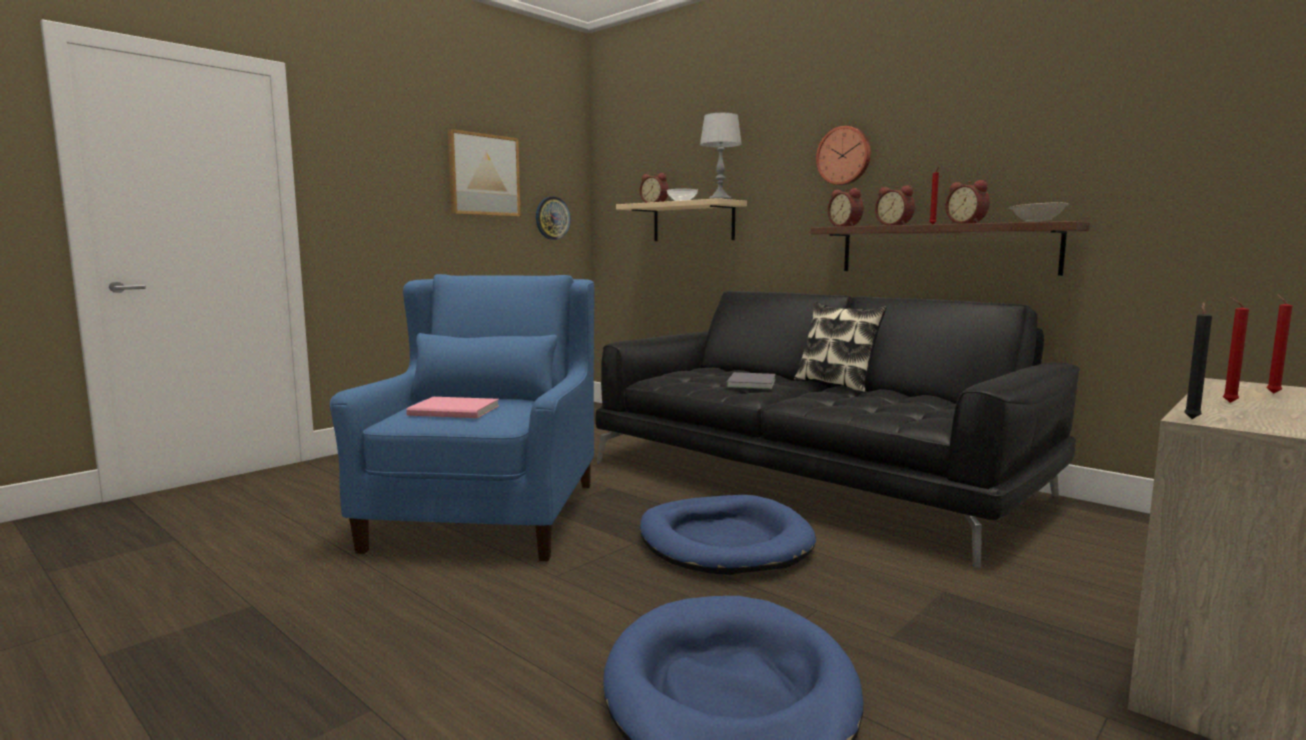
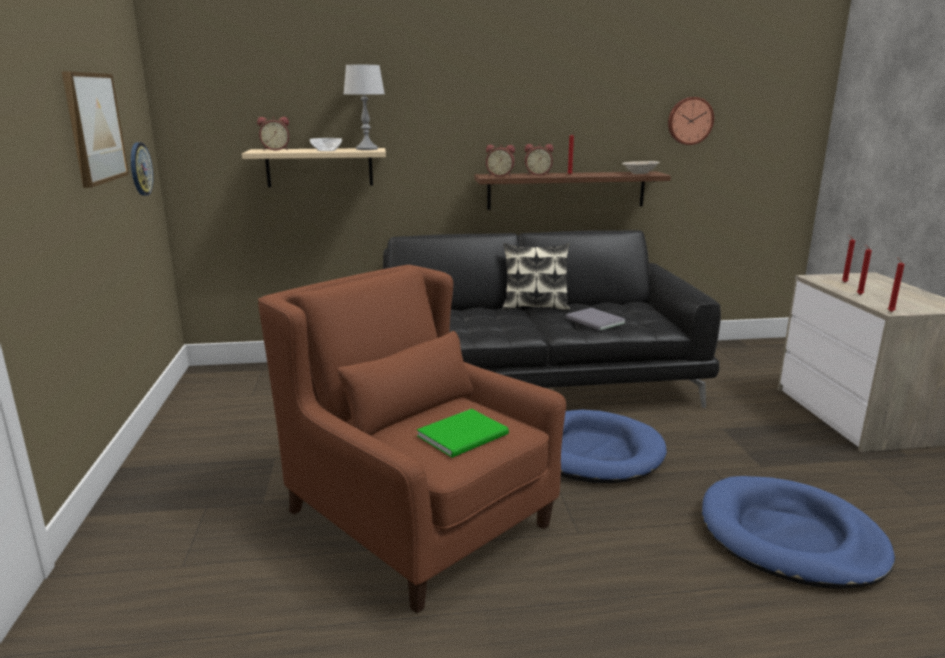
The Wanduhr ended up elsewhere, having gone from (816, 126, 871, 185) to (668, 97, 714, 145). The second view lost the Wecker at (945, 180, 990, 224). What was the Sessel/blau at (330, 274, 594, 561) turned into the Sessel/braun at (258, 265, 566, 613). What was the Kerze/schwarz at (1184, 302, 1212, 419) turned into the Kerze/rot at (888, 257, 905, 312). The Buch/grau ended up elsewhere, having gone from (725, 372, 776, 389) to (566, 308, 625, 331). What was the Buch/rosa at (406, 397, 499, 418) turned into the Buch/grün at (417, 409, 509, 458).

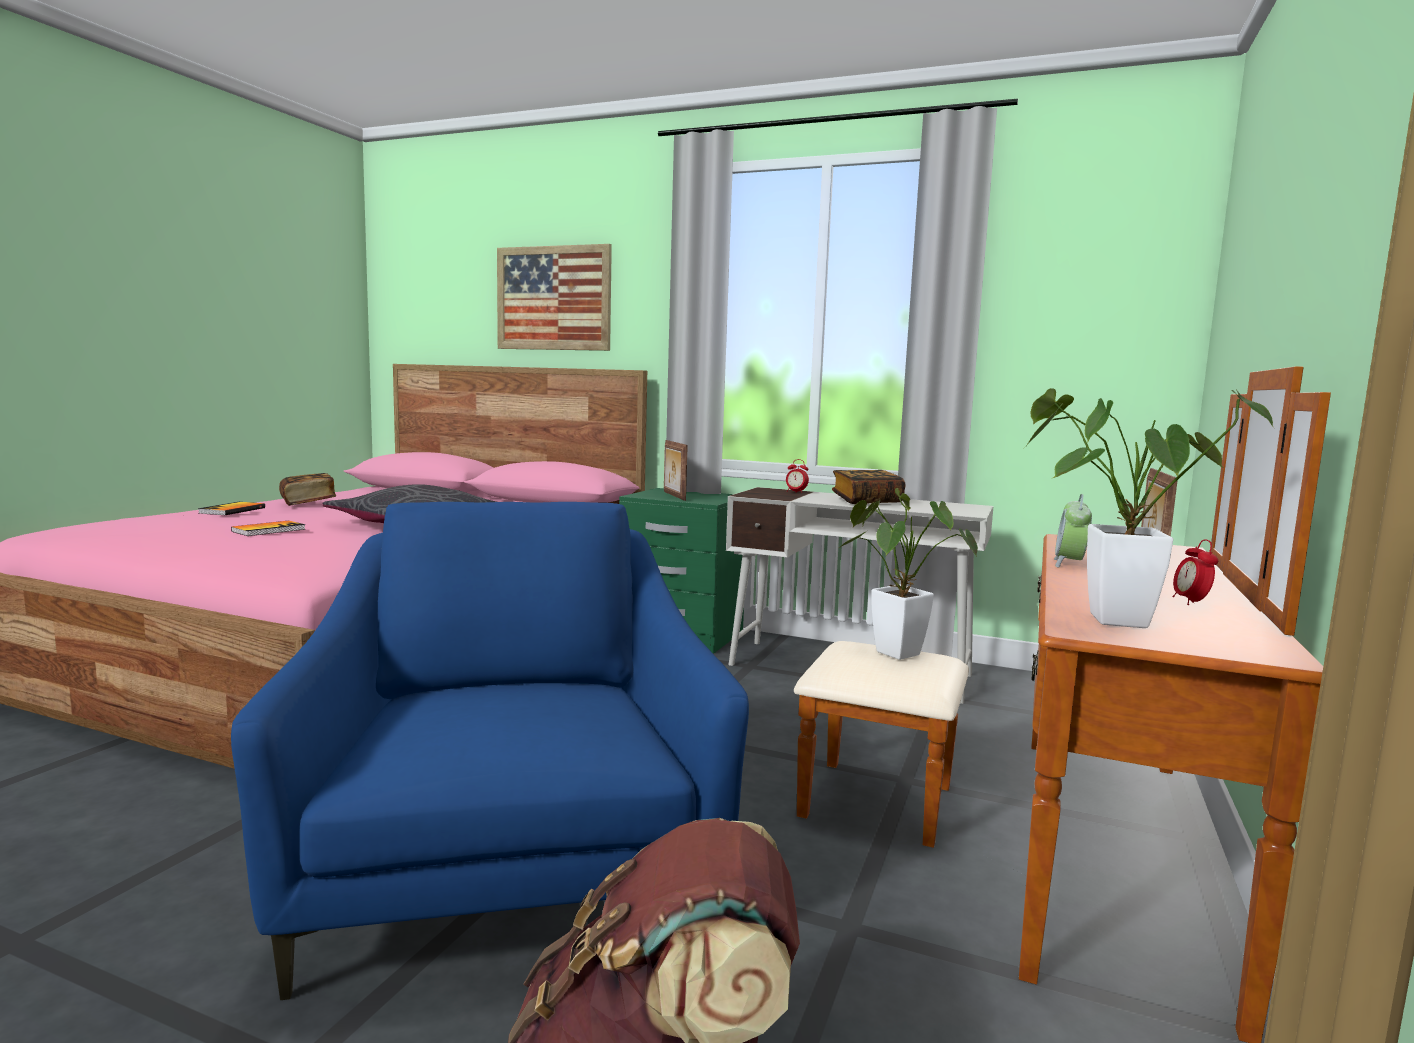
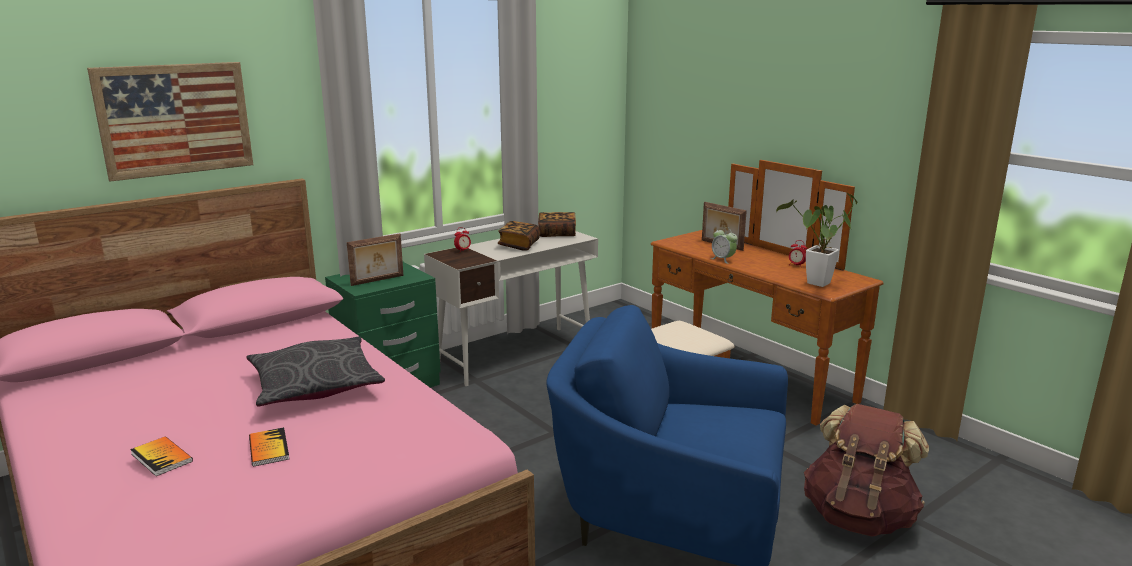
The Bilderrahmen at (664, 440, 688, 501) ended up facing another way, 45 degrees counterclockwise from before. The Buch ended up elsewhere, having gone from (279, 473, 336, 506) to (538, 212, 576, 237). The second view lost the Topfpflanze at (839, 488, 978, 660).

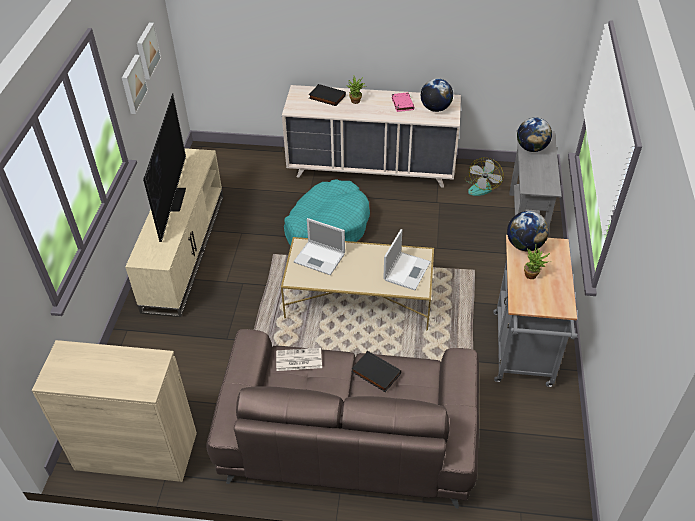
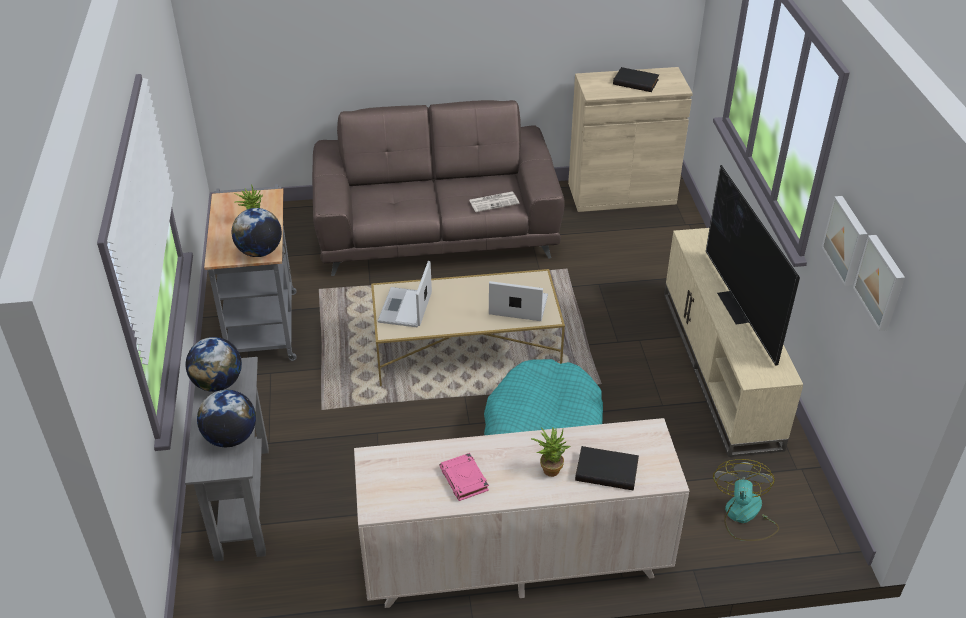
The Globus ended up elsewhere, having gone from (421, 78, 453, 112) to (186, 337, 242, 392). The Ventilator ended up elsewhere, having gone from (465, 158, 504, 196) to (713, 459, 779, 541). The Buch/schwarz ended up elsewhere, having gone from (352, 351, 401, 392) to (613, 67, 659, 92).

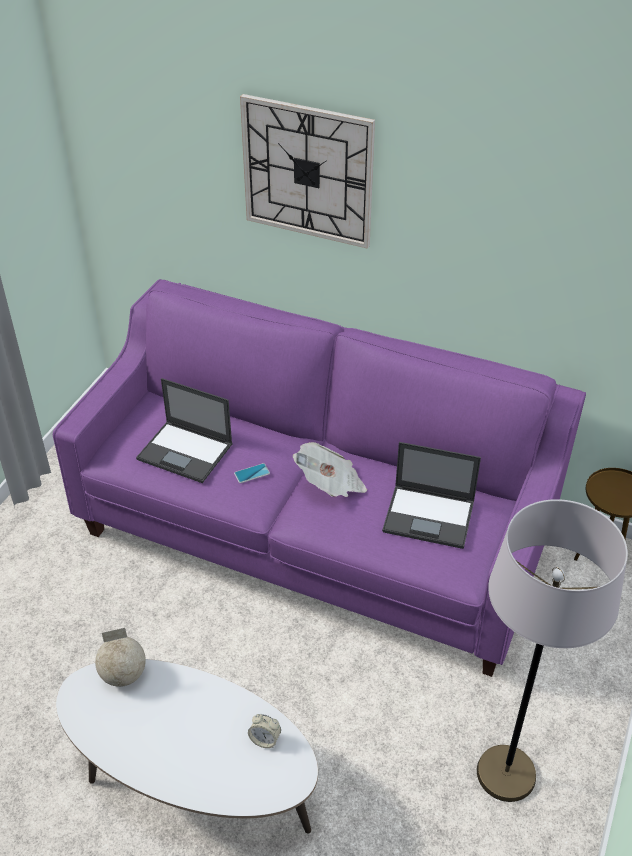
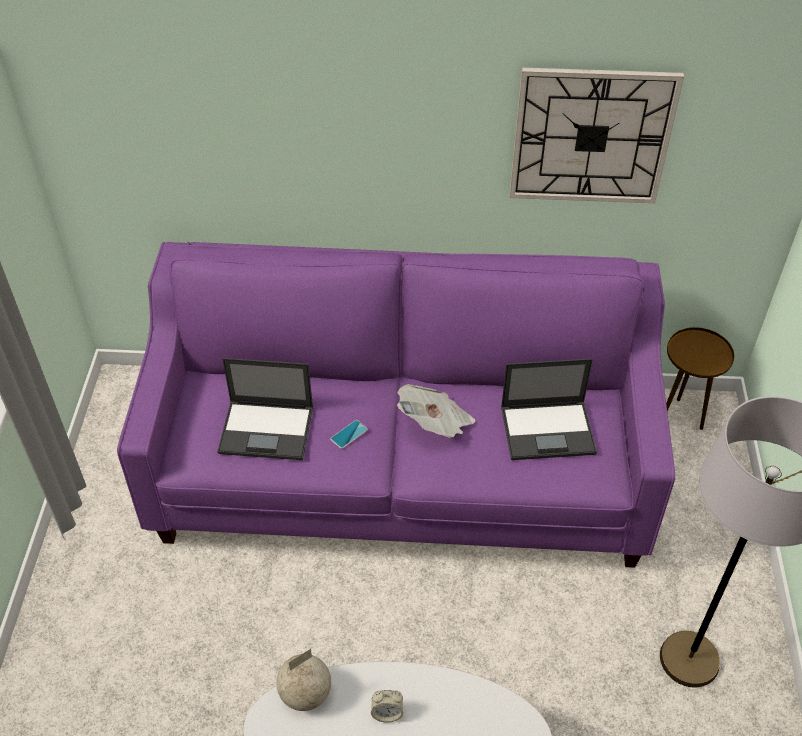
The Wanduhr ended up elsewhere, having gone from (240, 94, 375, 249) to (510, 68, 684, 203). The Wecker ended up elsewhere, having gone from (248, 714, 281, 748) to (371, 690, 403, 723).

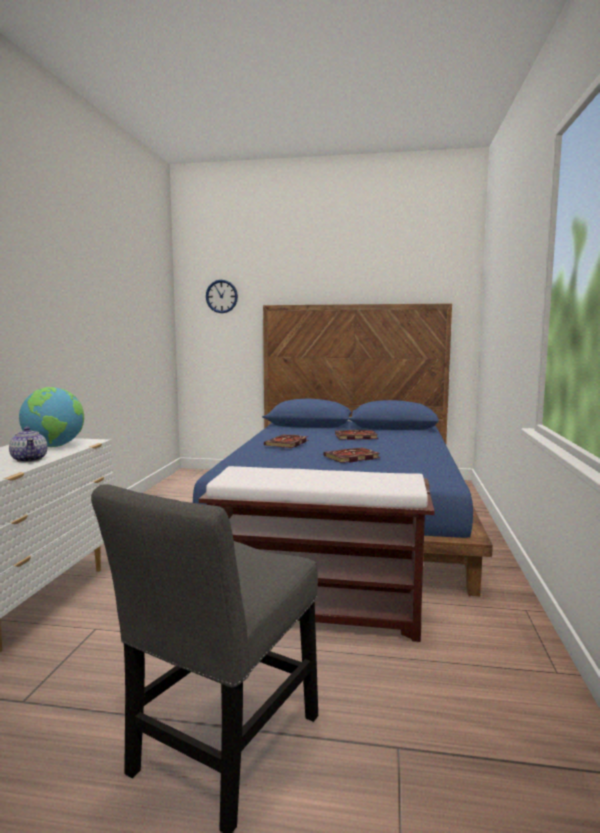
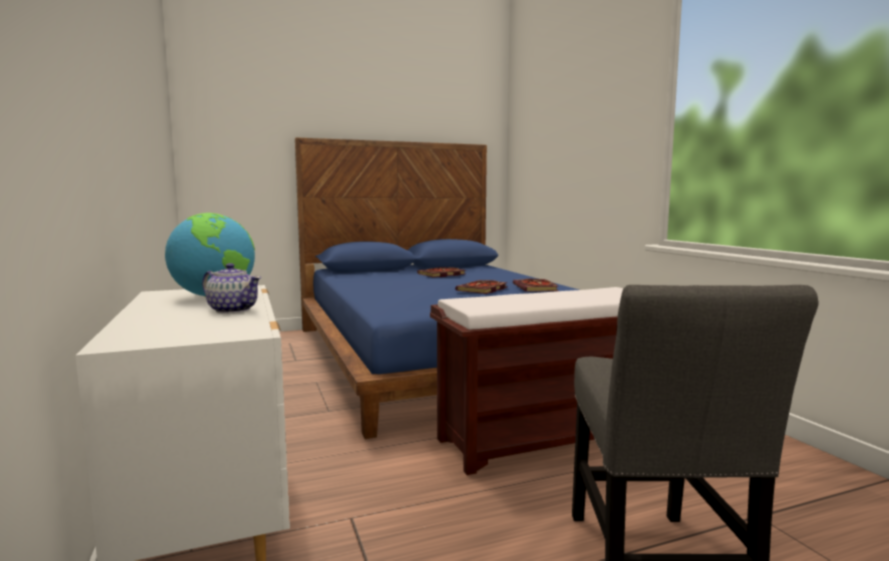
The second view lost the Wanduhr at (206, 280, 238, 313). The Buch ended up elsewhere, having gone from (264, 434, 308, 448) to (513, 279, 559, 292).

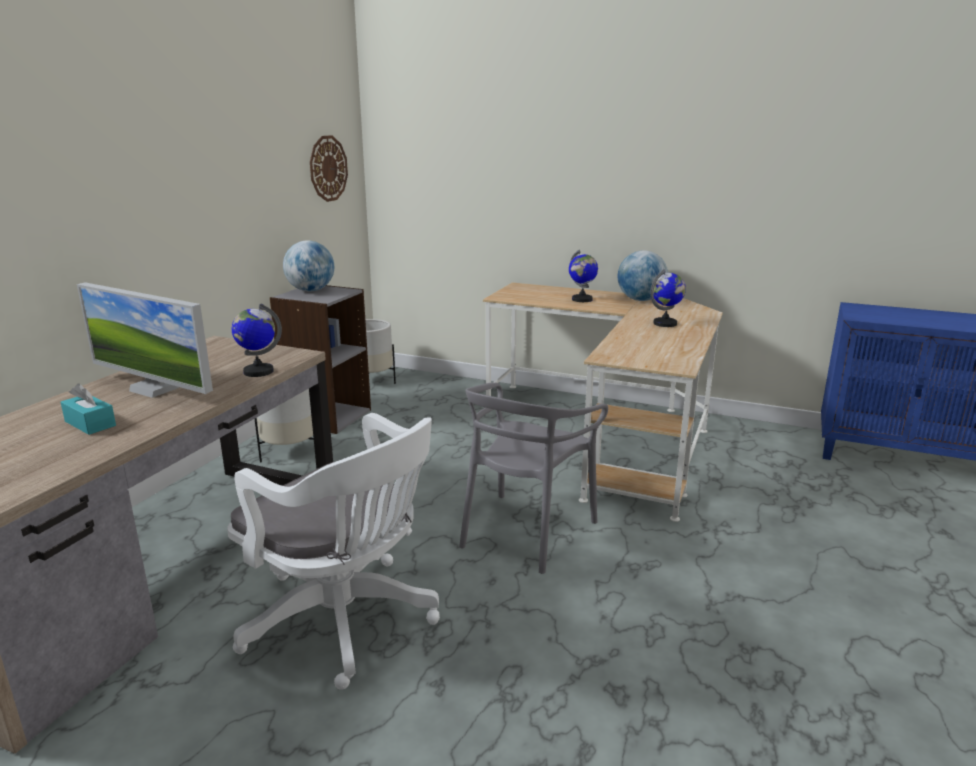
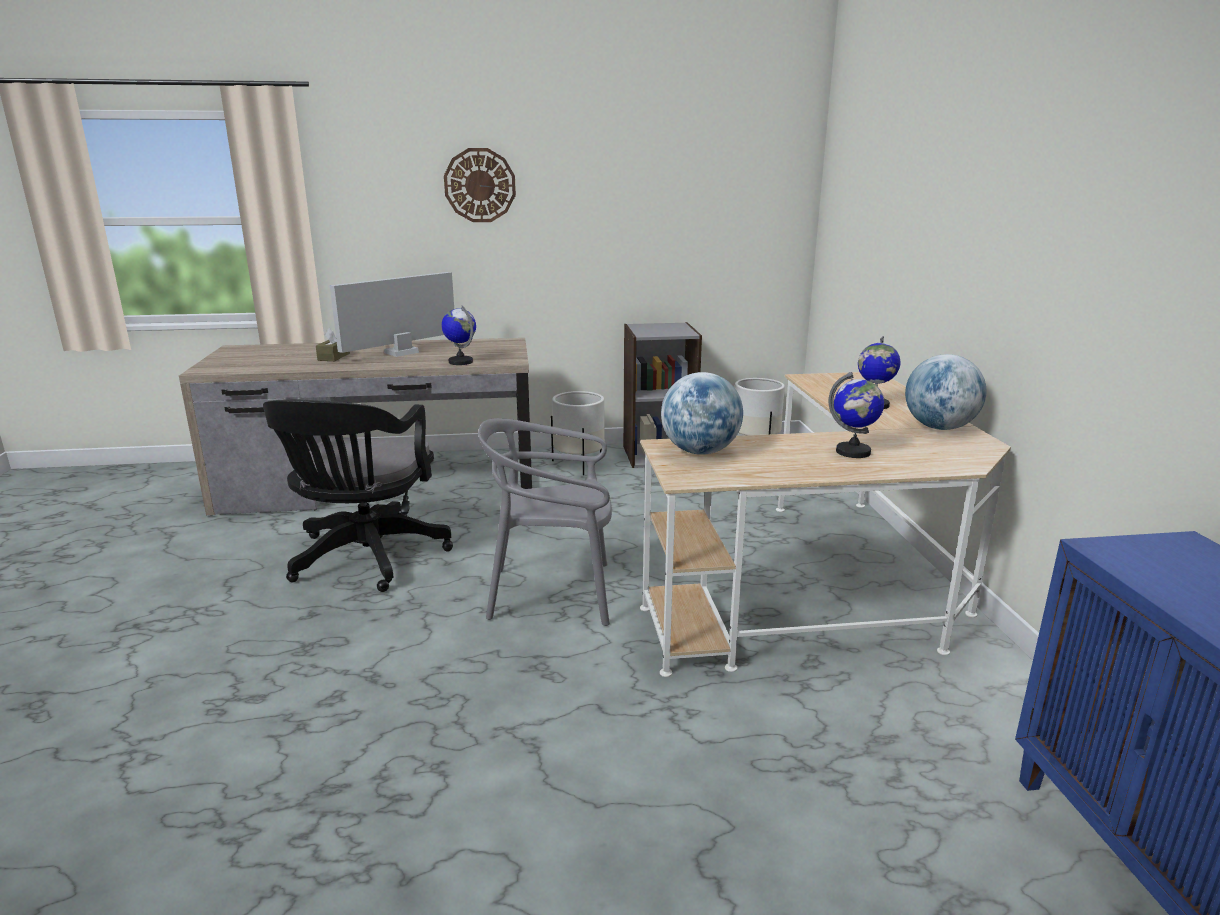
The Wanduhr ended up elsewhere, having gone from (310, 135, 348, 202) to (444, 148, 516, 222). The Globus ended up elsewhere, having gone from (283, 240, 334, 292) to (661, 372, 743, 455). The Monitor at (77, 282, 213, 398) ended up facing another way, 45 degrees clockwise from before. What was the Taschentuchbox/türkis at (61, 383, 116, 435) turned into the Taschentuchbox/braun at (316, 328, 350, 361). What was the Bürostuhl/weiß at (227, 413, 440, 690) turned into the Bürostuhl/schwarz at (263, 400, 453, 592).

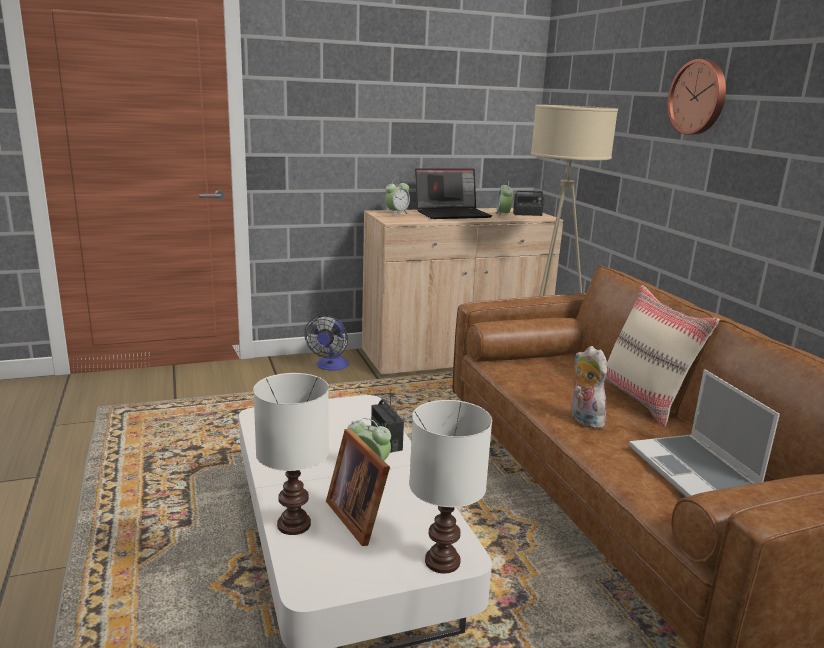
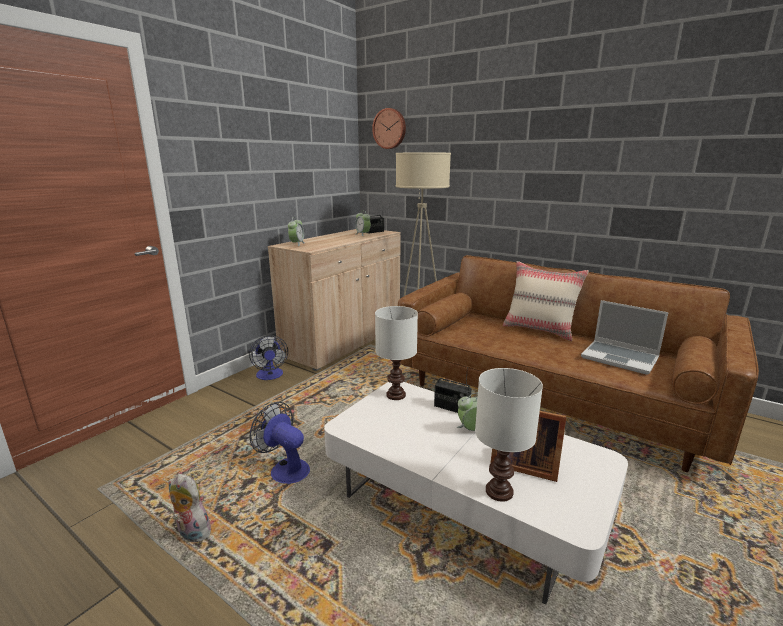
The Wanduhr ended up elsewhere, having gone from (667, 59, 726, 135) to (372, 108, 406, 149). The second view lost the Laptop at (415, 168, 492, 219). The Plüschtier ended up elsewhere, having gone from (571, 346, 607, 429) to (169, 474, 211, 542). The Tischlampe/weiß ended up elsewhere, having gone from (409, 400, 492, 574) to (375, 306, 418, 400). The second view gained the Ventilator at (250, 402, 310, 484).

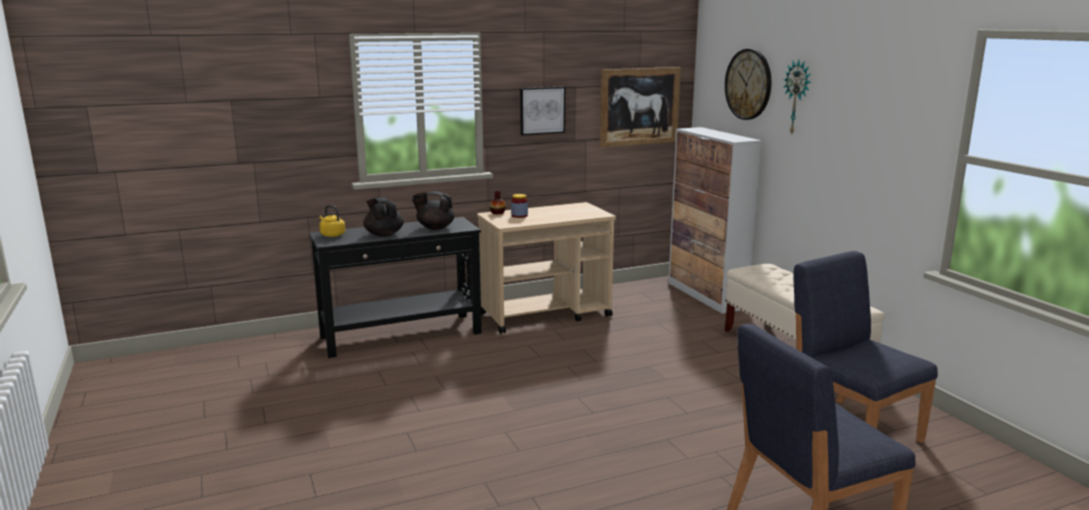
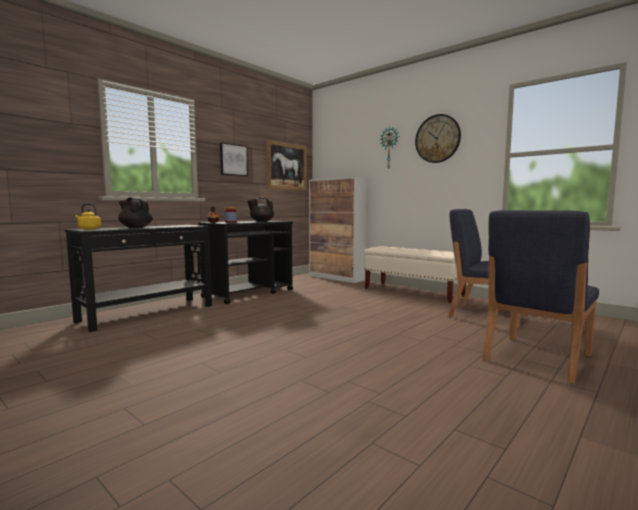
The Wanduhr ended up elsewhere, having gone from (725, 49, 771, 120) to (415, 114, 461, 163). The Teekanne/schwarz ended up elsewhere, having gone from (412, 191, 454, 230) to (247, 198, 274, 222). What was the Rollwagen/beige at (477, 202, 616, 334) turned into the Rollwagen/schwarz at (198, 221, 293, 304).

